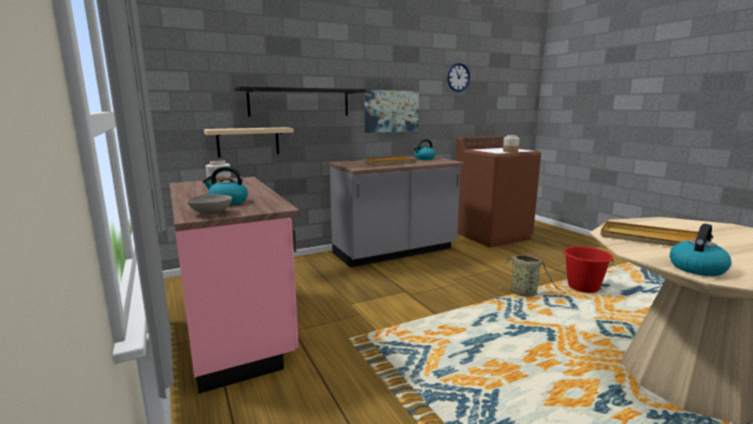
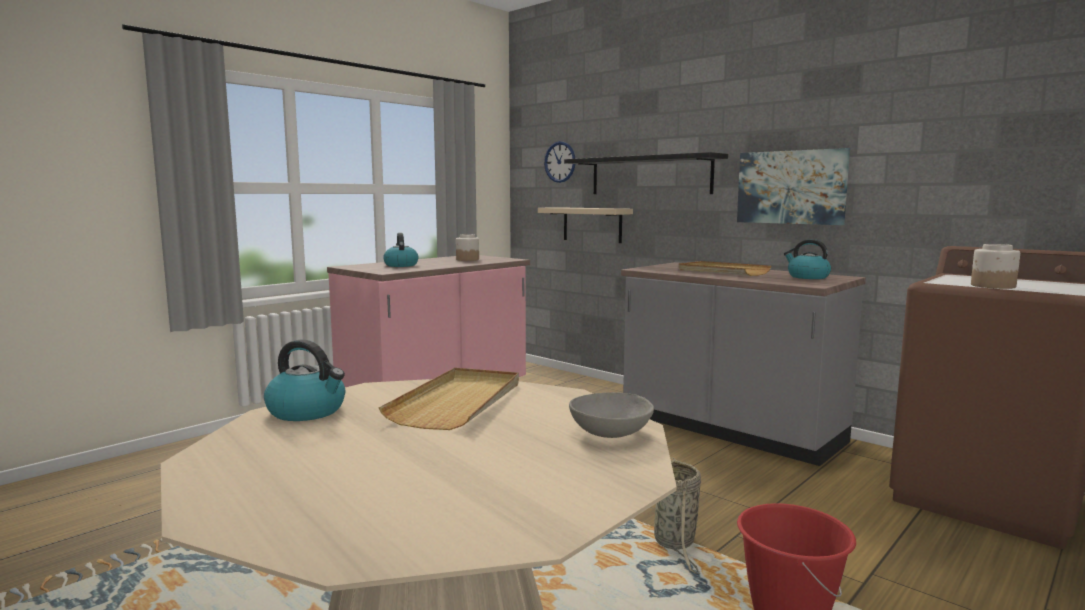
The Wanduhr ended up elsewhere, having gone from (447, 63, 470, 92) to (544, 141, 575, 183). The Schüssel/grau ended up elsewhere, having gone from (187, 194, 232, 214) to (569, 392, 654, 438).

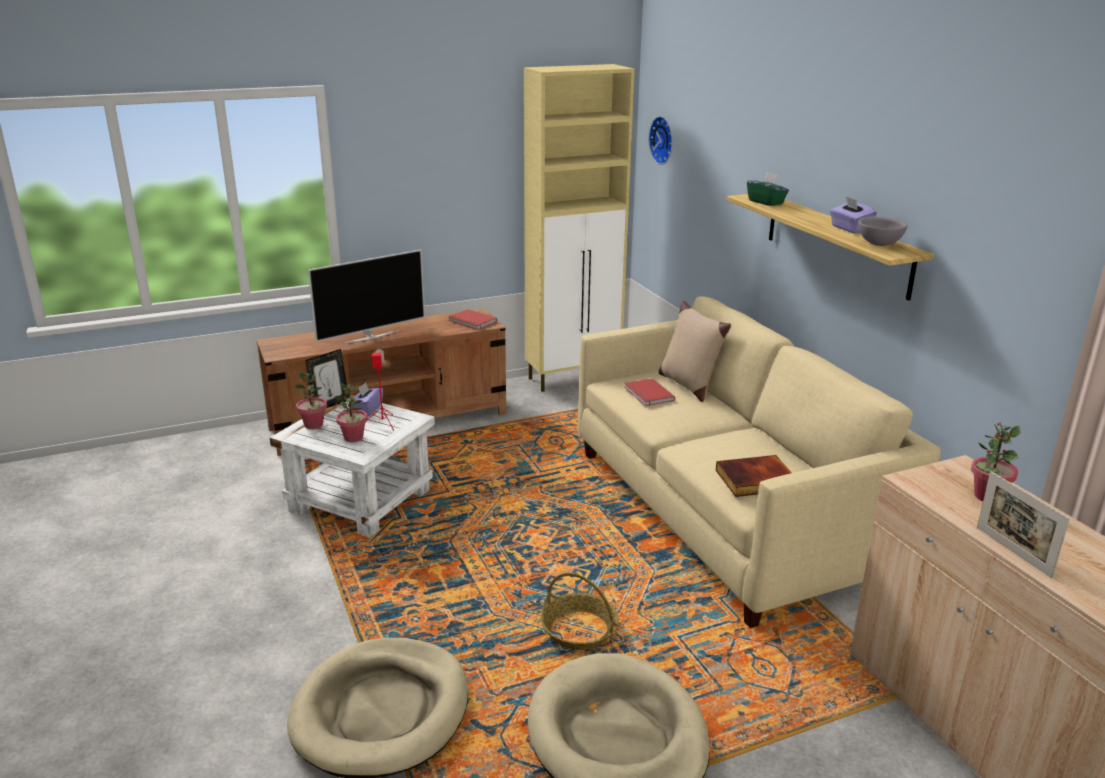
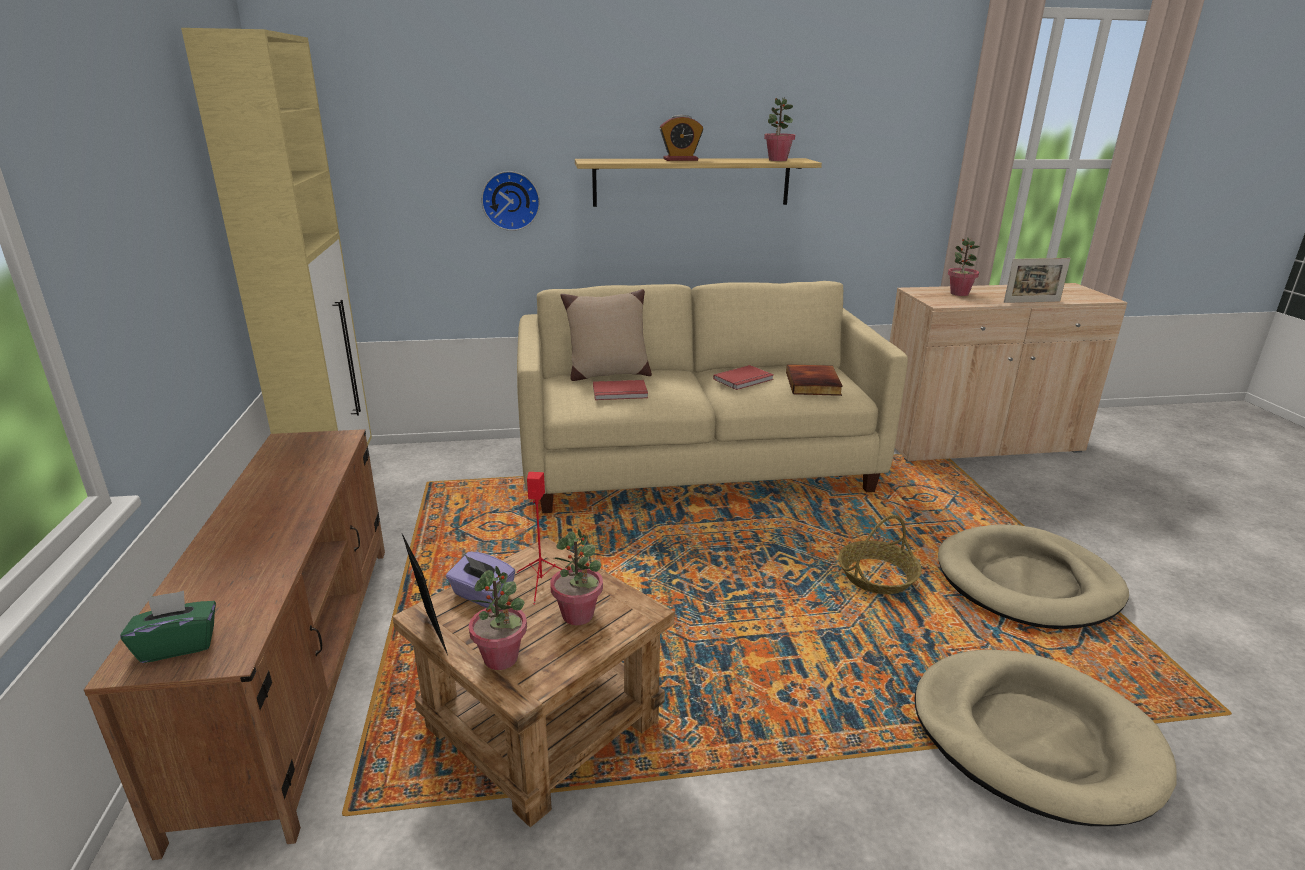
The Wanduhr ended up elsewhere, having gone from (649, 116, 673, 165) to (481, 171, 540, 231). The Taschentuchbox/grün ended up elsewhere, having gone from (747, 172, 789, 206) to (120, 591, 216, 663). The second view lost the Taschentuchbox/lila at (830, 196, 877, 234). Where the Schüssel/grau stood at (858, 217, 908, 246), the Topfpflanze came to stand at (764, 98, 795, 161). The second view lost the Fernseher at (308, 249, 425, 344). The Buch/rot ended up elsewhere, having gone from (448, 309, 497, 330) to (713, 365, 773, 390). What was the Beistelltisch/weiß at (270, 395, 435, 538) turned into the Beistelltisch/braun at (392, 538, 674, 827). The second view gained the Wecker at (660, 115, 704, 161).

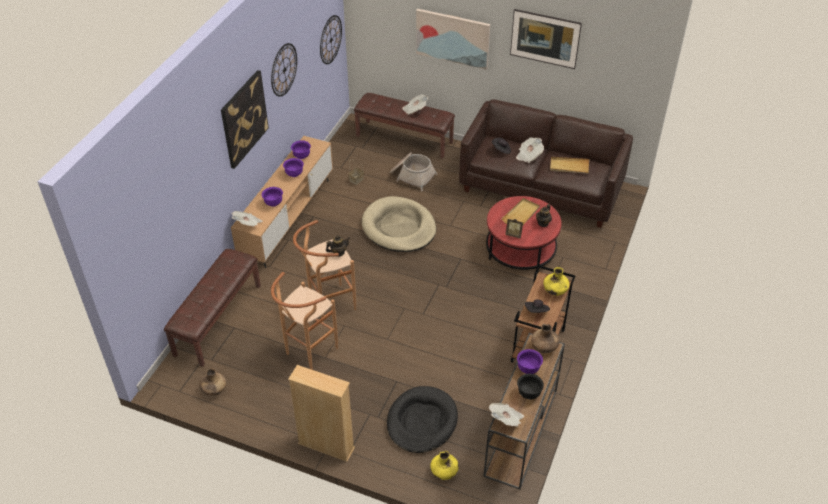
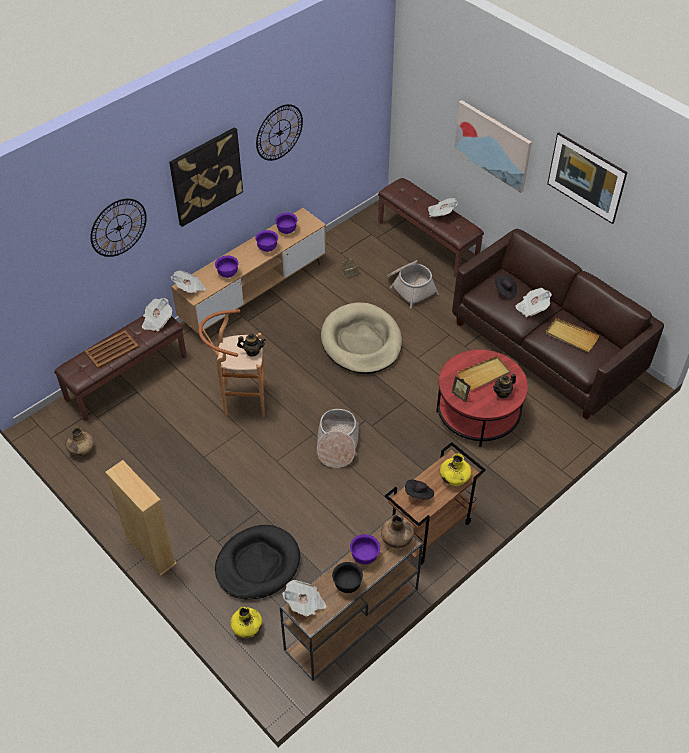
The Wanduhr ended up elsewhere, having gone from (320, 15, 342, 64) to (90, 199, 147, 257). The second view lost the Hocker/braun at (271, 272, 338, 370). The second view gained the Zeitung at (142, 298, 172, 331). The second view gained the Tablett/braun at (84, 330, 139, 369). The second view gained the Korb at (316, 409, 359, 468).

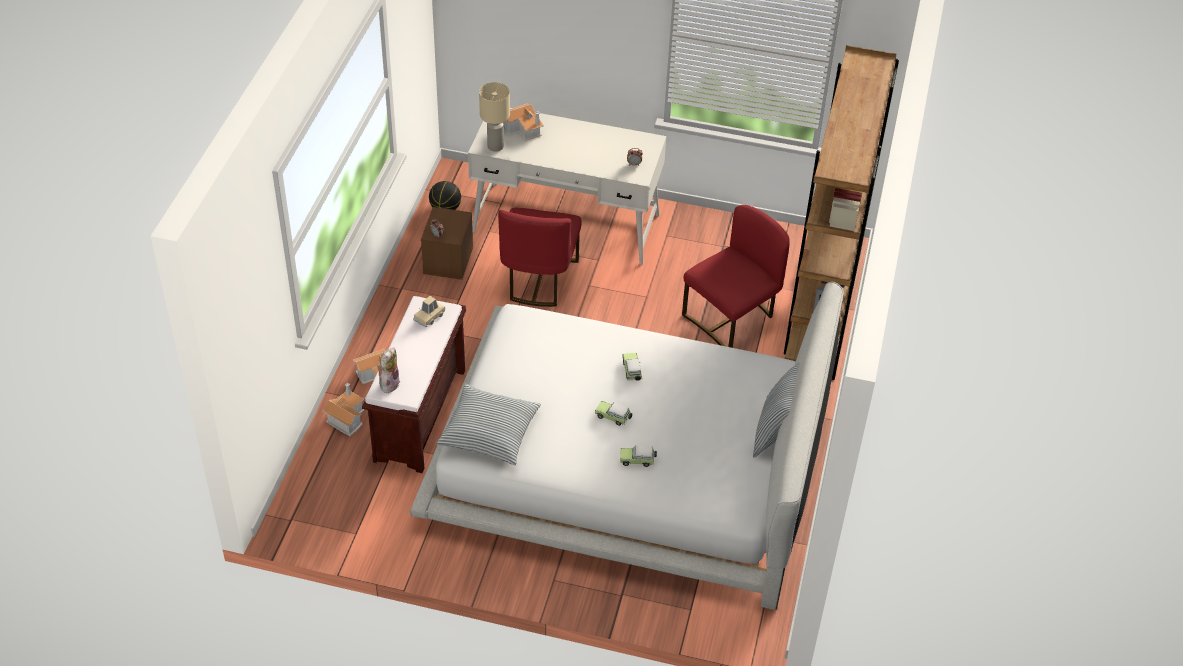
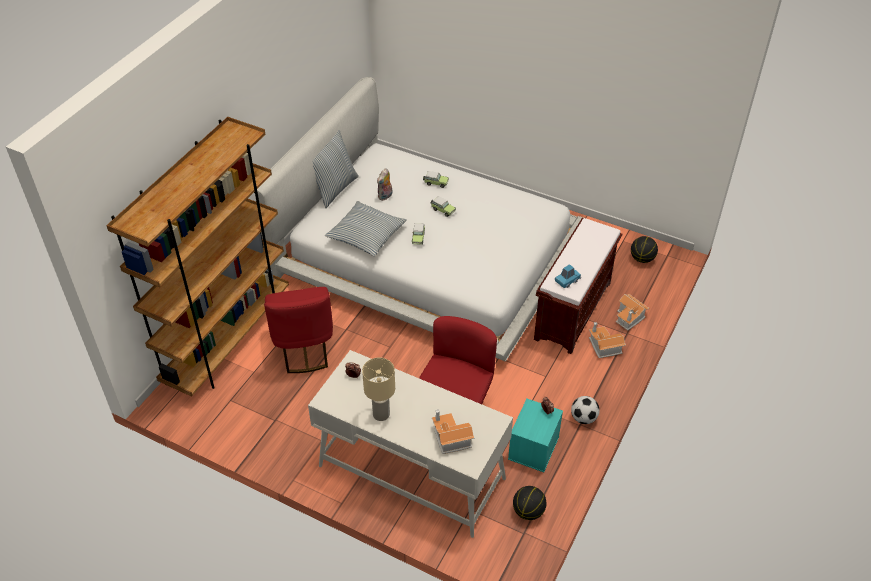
The Tischlampe/beige ended up elsewhere, having gone from (479, 82, 510, 152) to (362, 357, 395, 421). The Stuhl/rot at (682, 205, 790, 348) ended up facing another way, 75 degrees counterclockwise from before. What was the Aufbewahrungsbox/braun at (421, 207, 473, 280) turned into the Aufbewahrungsbox/türkis at (508, 399, 563, 472). What was the Spielzeugauto/beige at (413, 296, 445, 327) turned into the Spielzeugauto/blau at (555, 264, 581, 288). The Plüschtier ended up elsewhere, having gone from (377, 347, 400, 393) to (377, 168, 392, 201). The Kissen ended up elsewhere, having gone from (436, 384, 541, 465) to (325, 201, 407, 256). The second view gained the Basketball at (631, 236, 658, 263). The second view gained the Fußball at (571, 396, 600, 424).

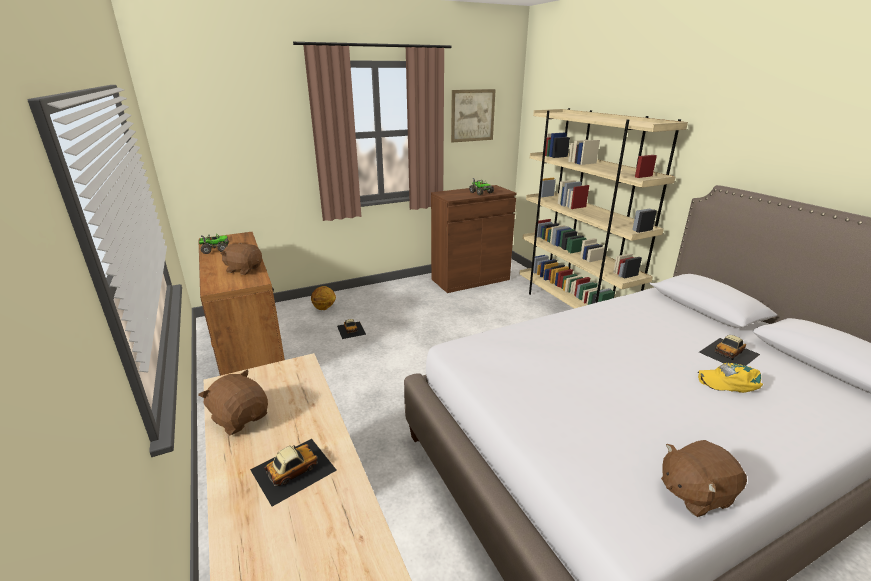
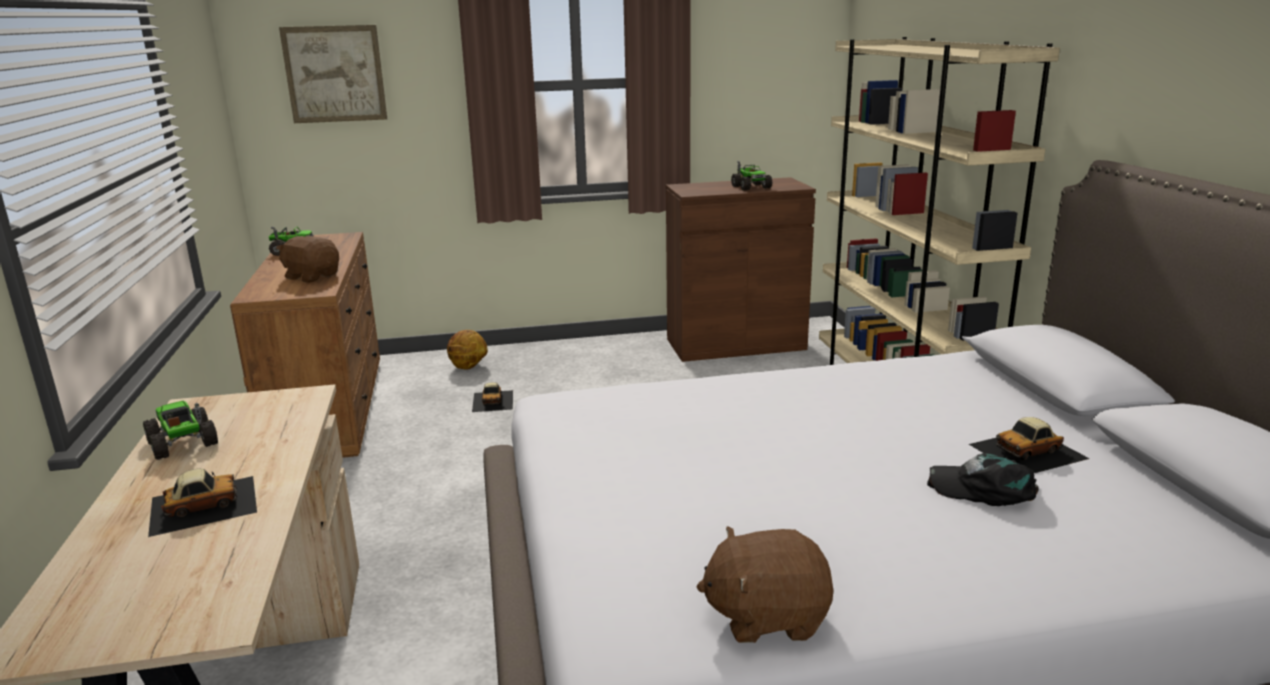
The Bild ended up elsewhere, having gone from (451, 89, 496, 143) to (279, 25, 387, 123). What was the Kappe/gelb at (698, 363, 763, 393) turned into the Kappe/schwarz at (927, 453, 1038, 506). Where the Plüschtier/braun stood at (198, 370, 268, 436), the Spielzeuglaster came to stand at (143, 401, 218, 460).

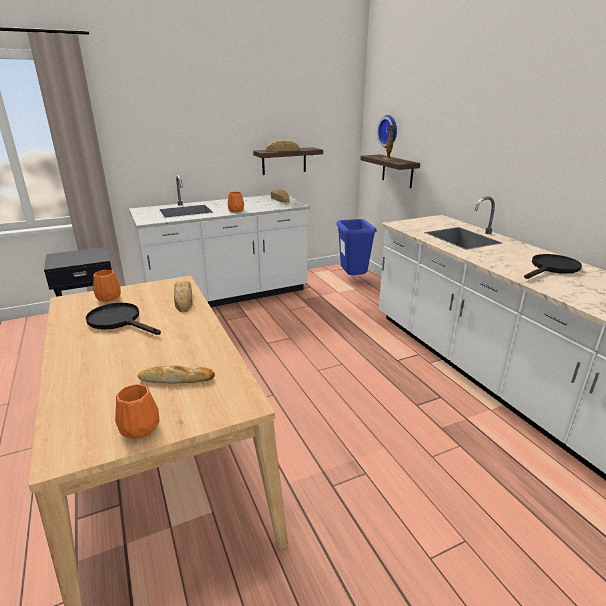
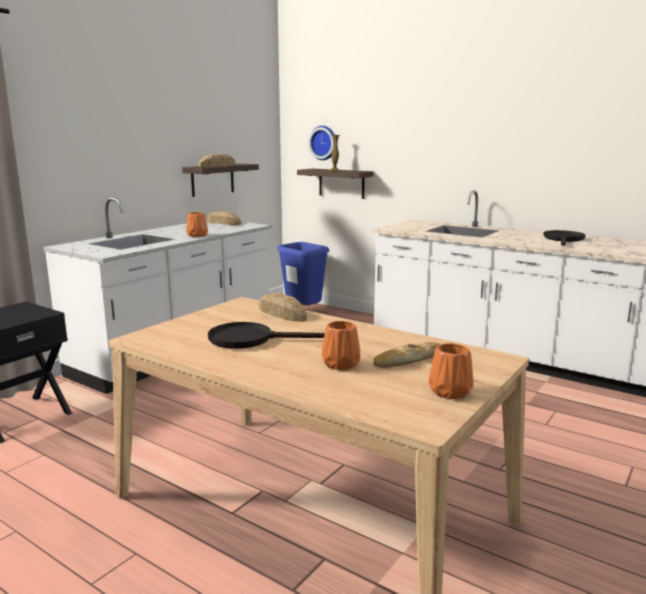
The Vase/orange ended up elsewhere, having gone from (93, 270, 121, 302) to (322, 321, 360, 370).

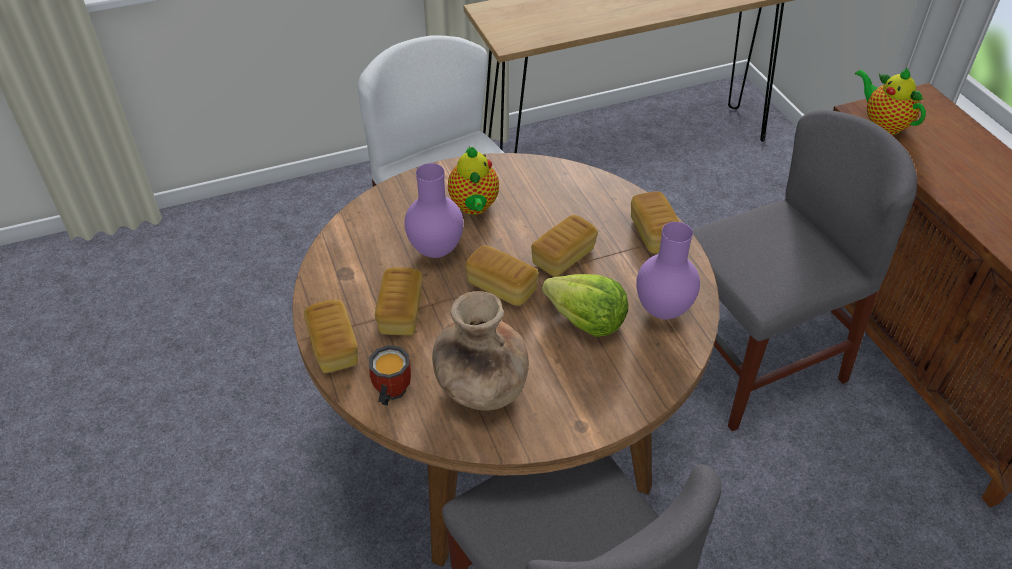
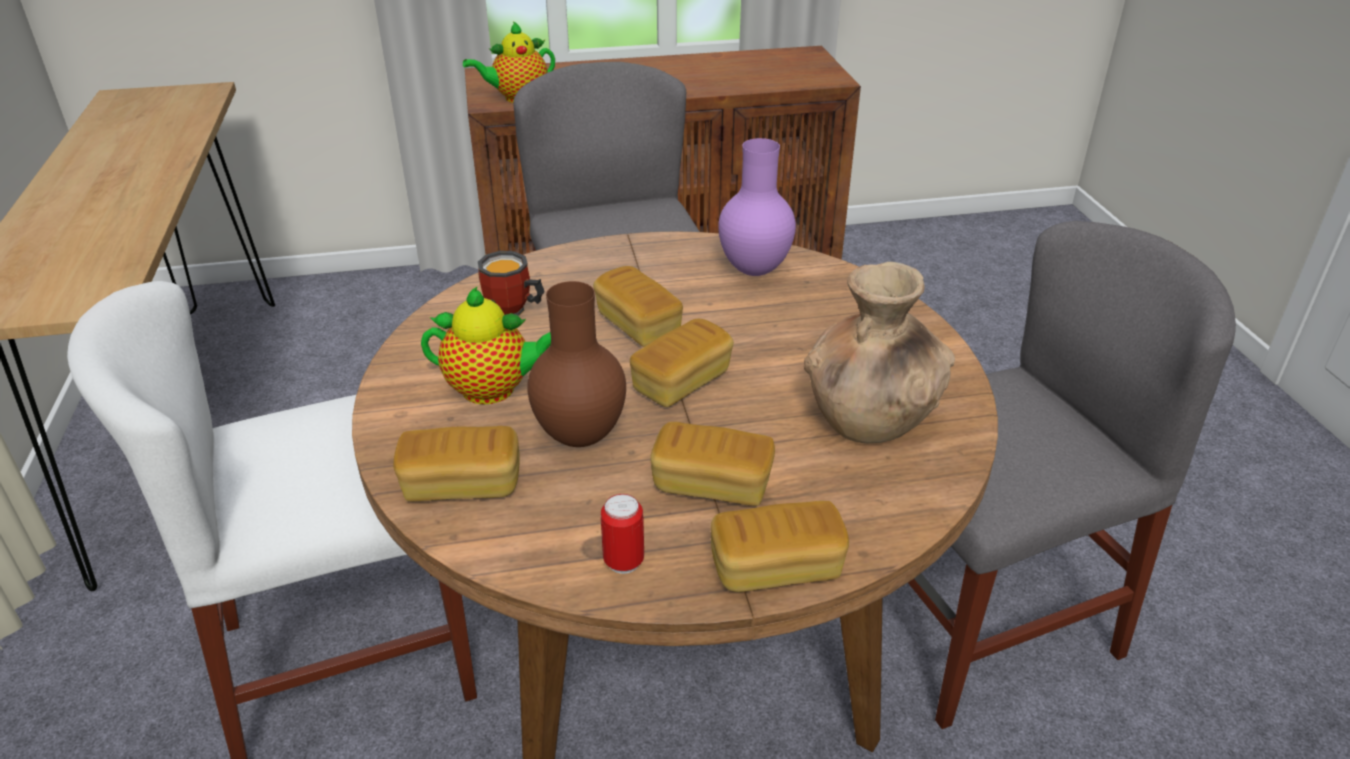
What was the Vase/lila at (404, 163, 463, 258) turned into the Vase/braun at (527, 281, 626, 447). The Brot ended up elsewhere, having gone from (631, 192, 680, 254) to (393, 426, 520, 501). The second view lost the Salatkopf at (542, 274, 628, 337). The Henkelbecher ended up elsewhere, having gone from (369, 345, 411, 405) to (478, 251, 545, 316). The second view gained the Dose at (601, 494, 644, 574).

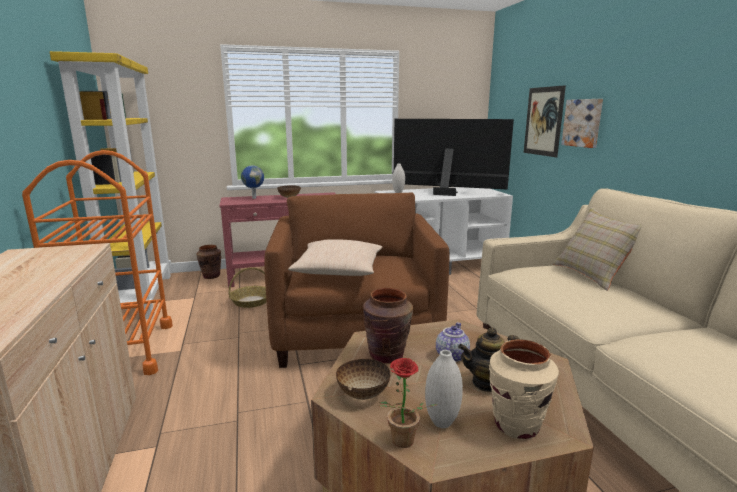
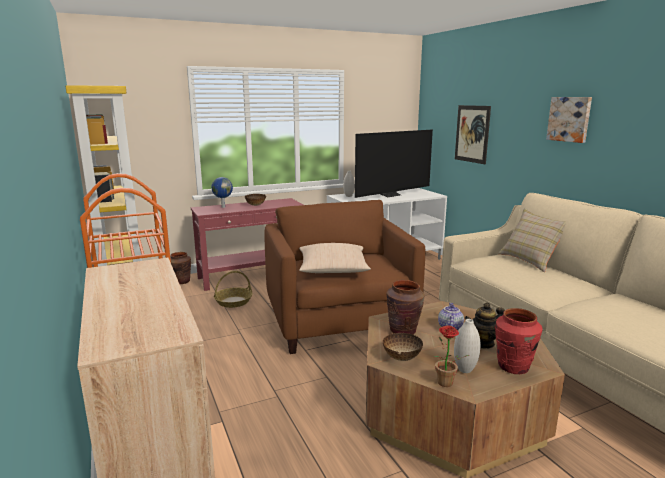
The Bild ended up elsewhere, having gone from (561, 99, 603, 148) to (546, 97, 592, 143). The Fernseher at (393, 119, 514, 196) ended up facing another way, 135 degrees clockwise from before. What was the Vase/beige at (489, 339, 559, 440) turned into the Vase/rot at (495, 308, 543, 374).

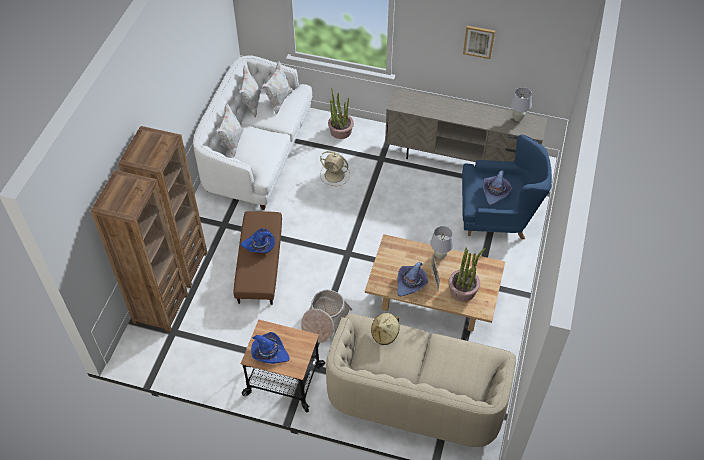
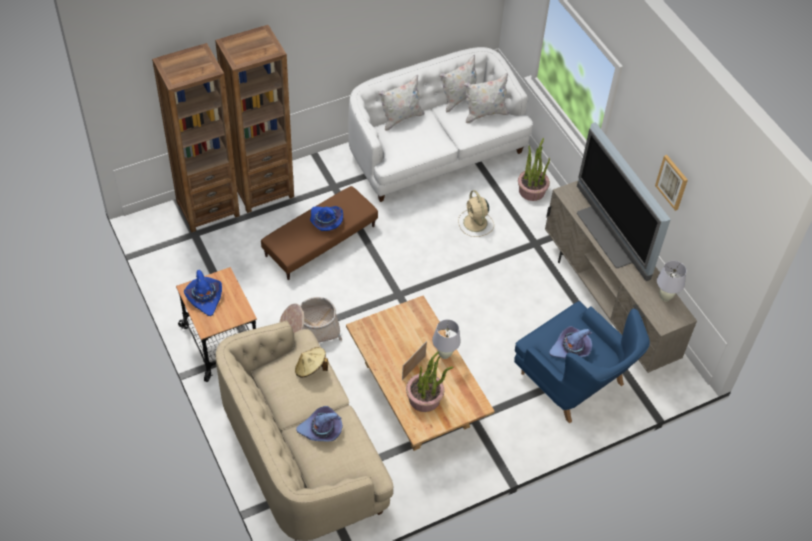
The Hut/lila ended up elsewhere, having gone from (397, 262, 428, 296) to (296, 406, 343, 442). The second view gained the Fernseher at (577, 122, 671, 281).

